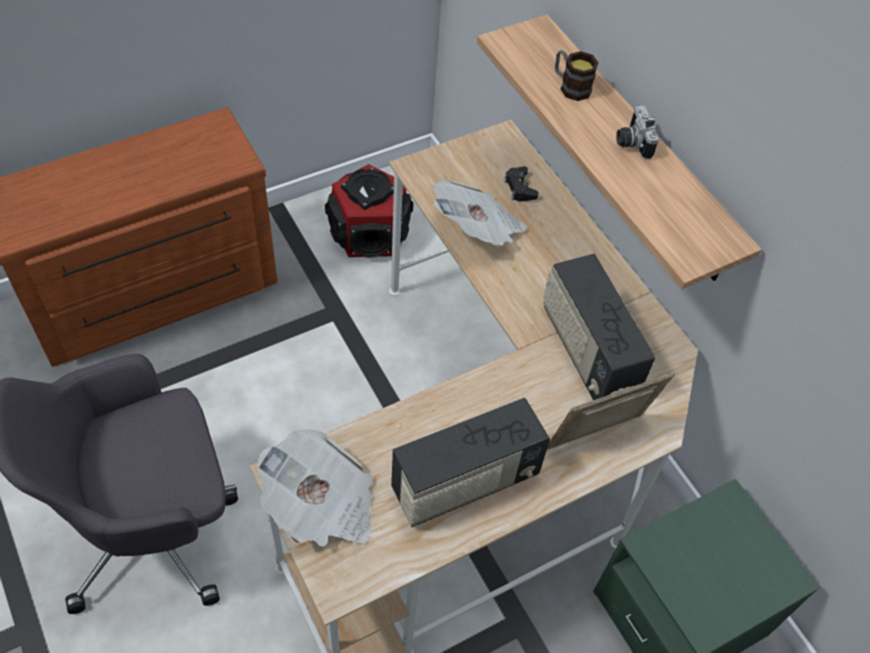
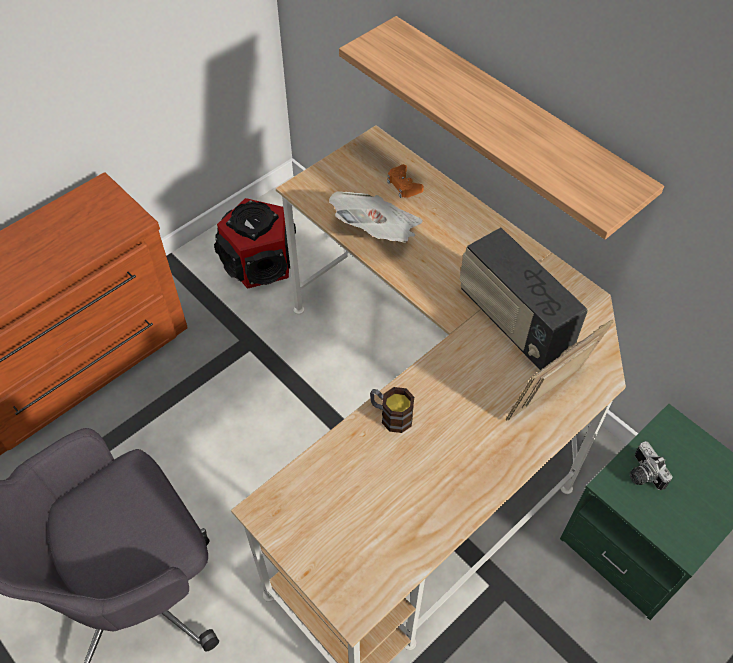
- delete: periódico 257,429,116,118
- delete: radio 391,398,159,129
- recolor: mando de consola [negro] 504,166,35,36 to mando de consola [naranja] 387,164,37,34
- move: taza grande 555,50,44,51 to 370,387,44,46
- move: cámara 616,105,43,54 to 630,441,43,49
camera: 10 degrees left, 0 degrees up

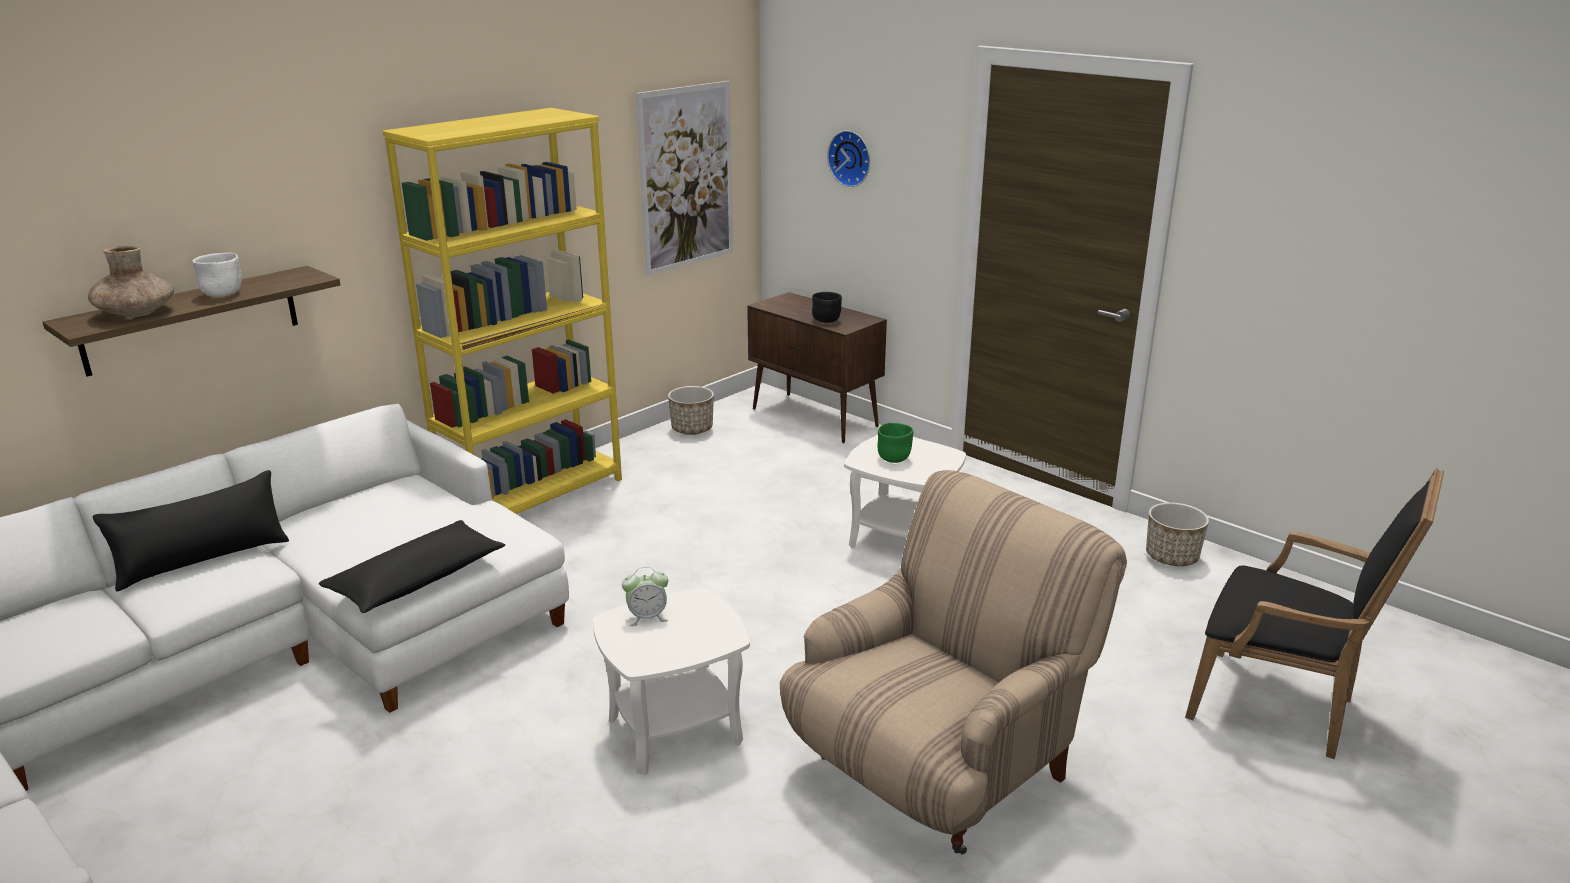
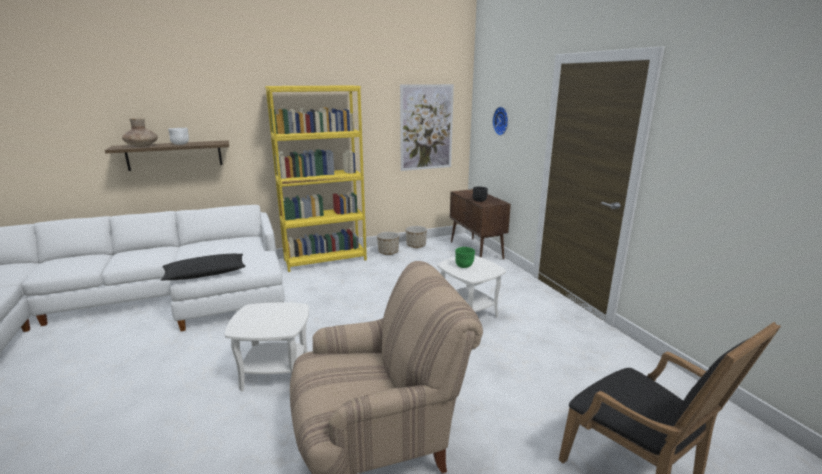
- delete: cojín [negro] 93,470,196,121
- delete: despertador 622,567,46,59
- move: maceta 1146,502,63,64 to 377,232,22,23
camera: 25 degrees right, 5 degrees down

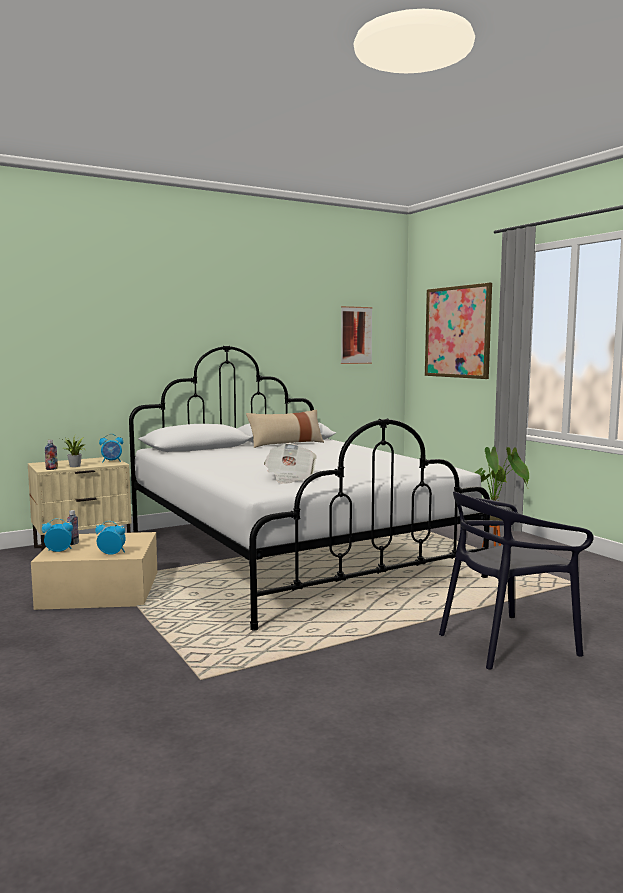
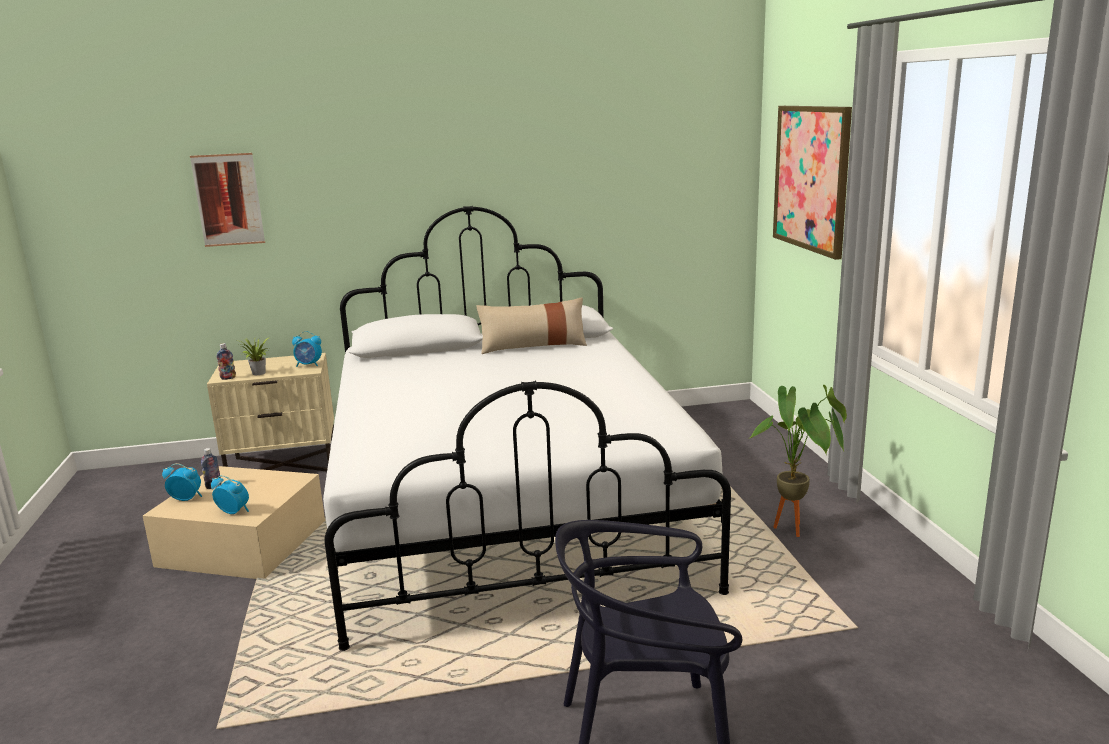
- delete: periódico 264,443,53,41
- move: cuadro 341,306,32,58 to 190,153,75,94
camera: 20 degrees right, 10 degrees up

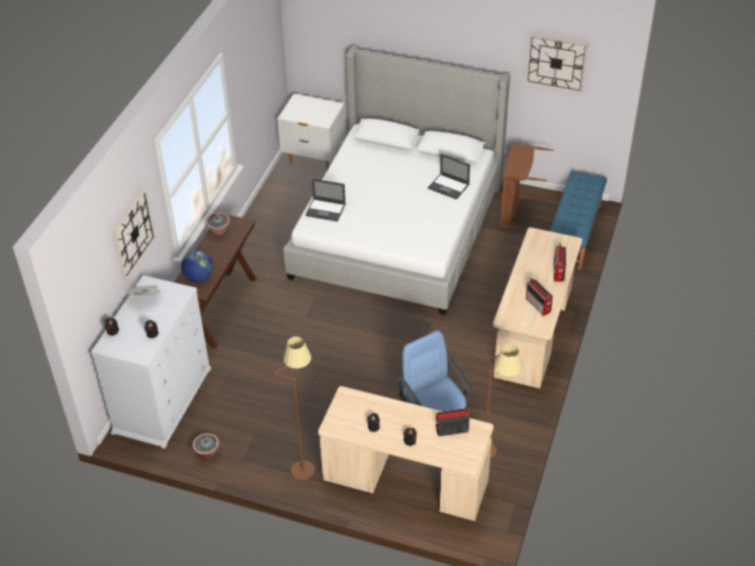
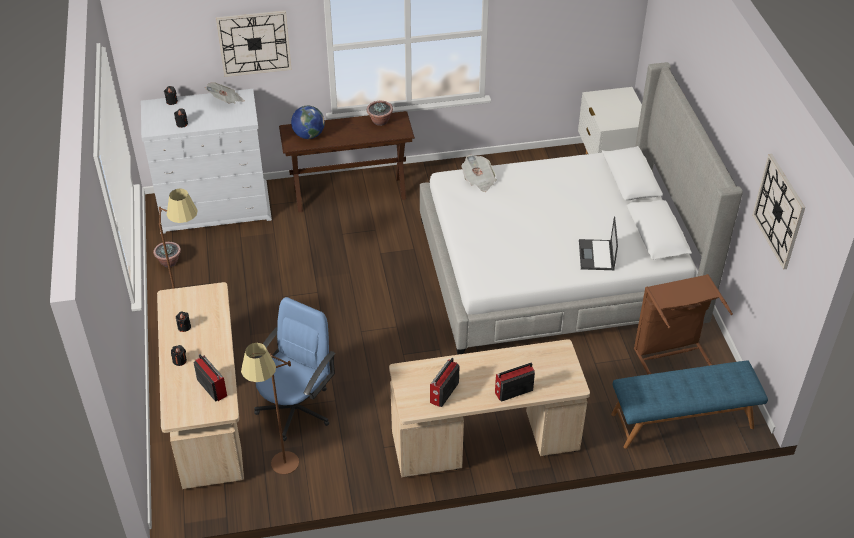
- replace: portátil 305,179,41,43 to periódico 461,155,36,37
camera: 60 degrees right, 0 degrees up

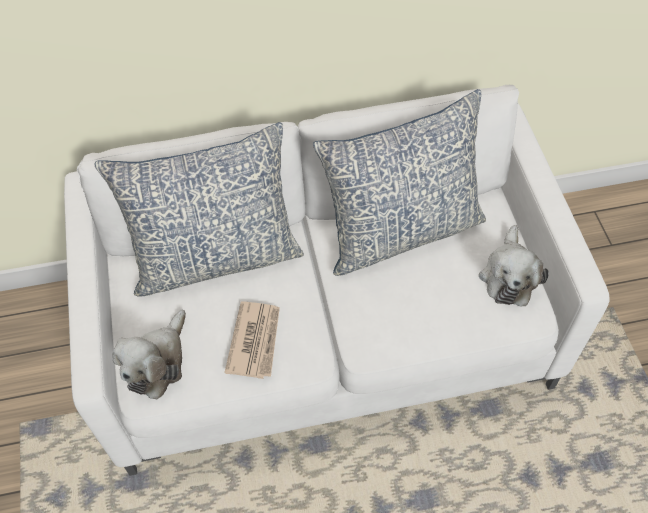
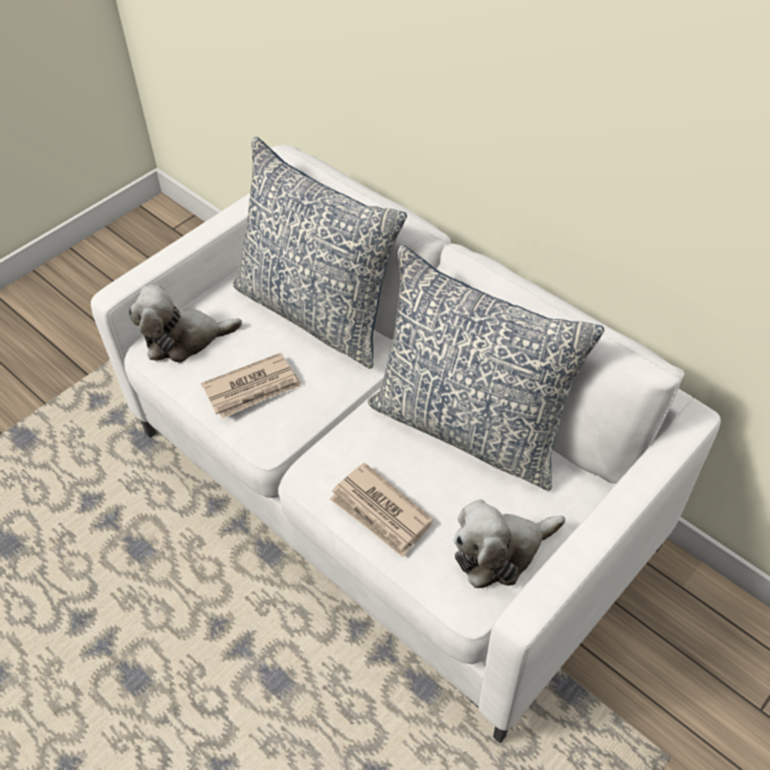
- insert: periódico 330,462,103,95
camera: 55 degrees right, 5 degrees down

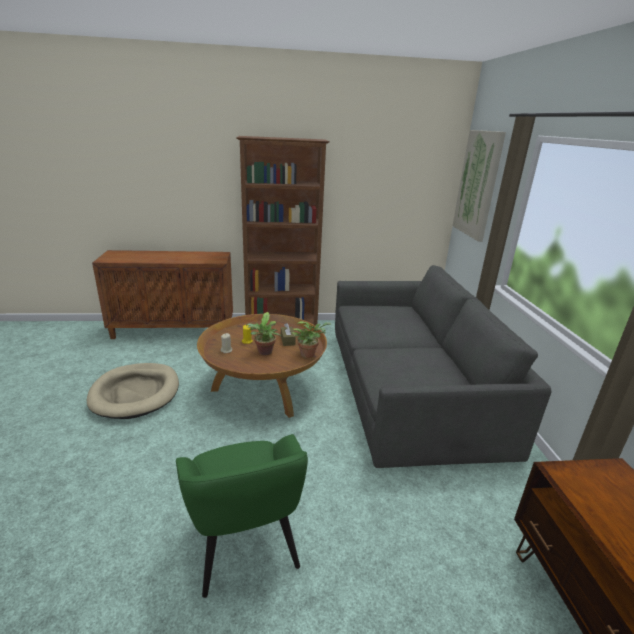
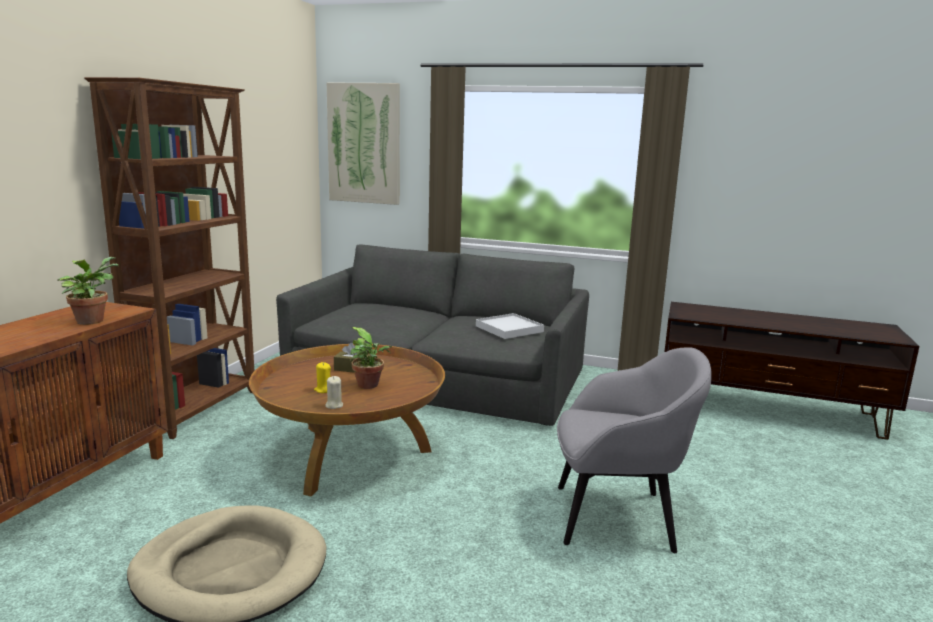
- recolor: sillón [verde] 176,434,132,164 to sillón [gris] 557,347,155,206
- move: planta en maceta 292,321,39,37 to 57,257,62,68
- insert: bandeja [blanco] 476,313,68,26
camera: 65 degrees left, 10 degrees down

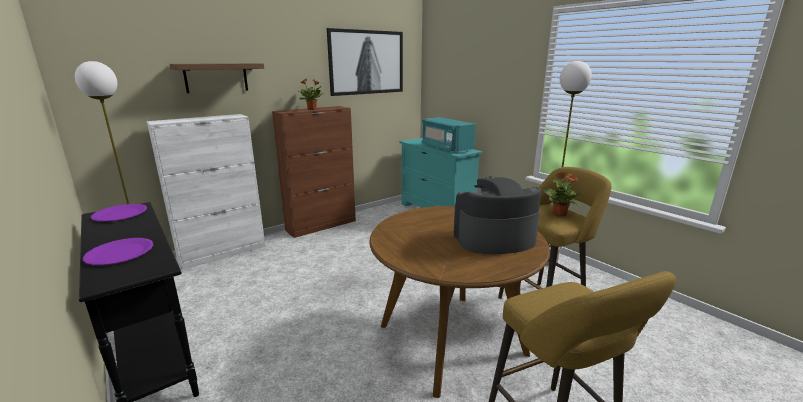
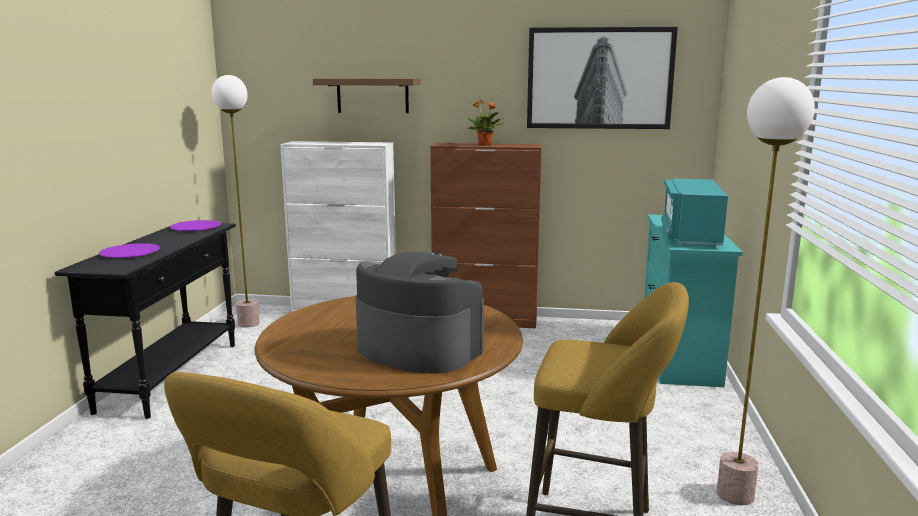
- delete: planta en maceta 542,172,40,44
camera: 45 degrees right, 5 degrees down

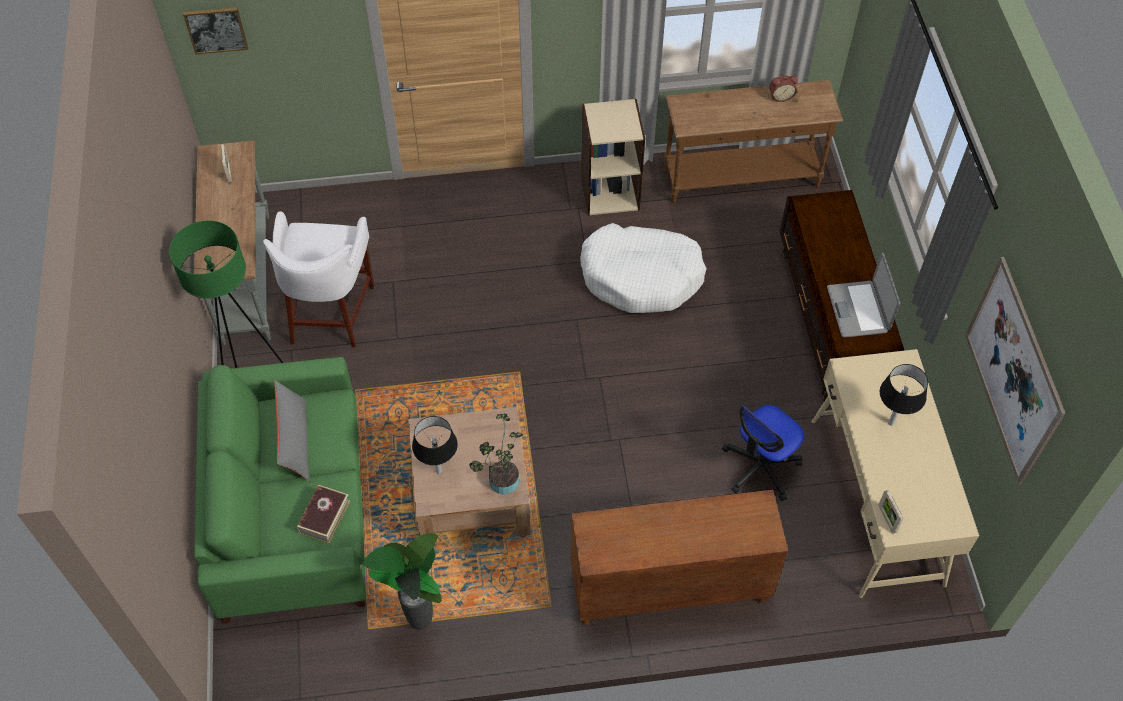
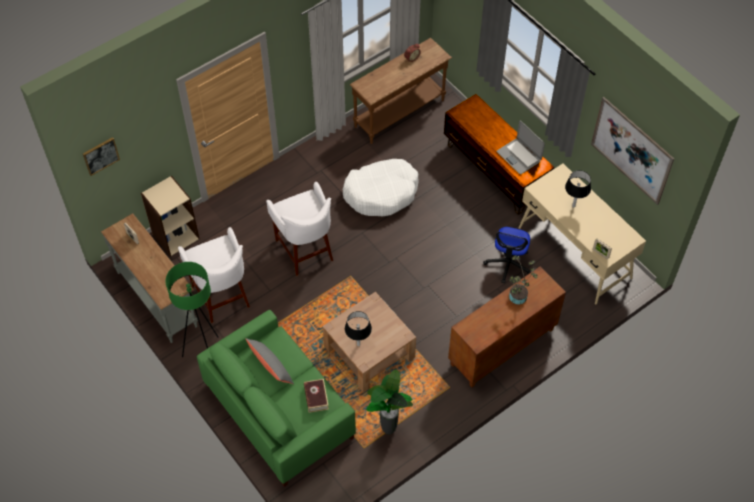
- move: planta en maceta 469,414,54,80 to 509,255,29,49
- move: estantería [beis] 581,99,64,117 to 141,176,59,80
- insert: taburete [blanco] 266,182,67,94
camera: 30 degrees left, 0 degrees up

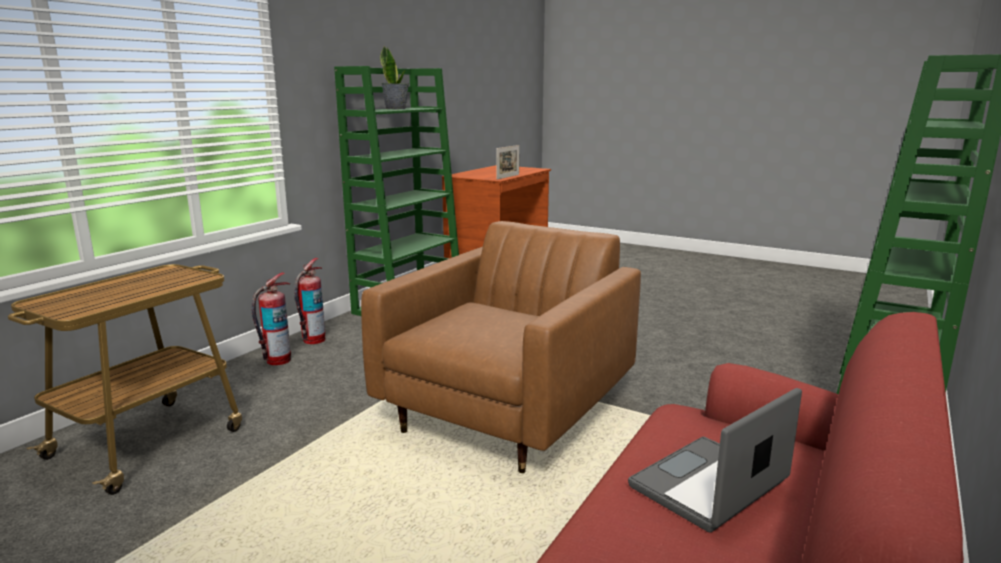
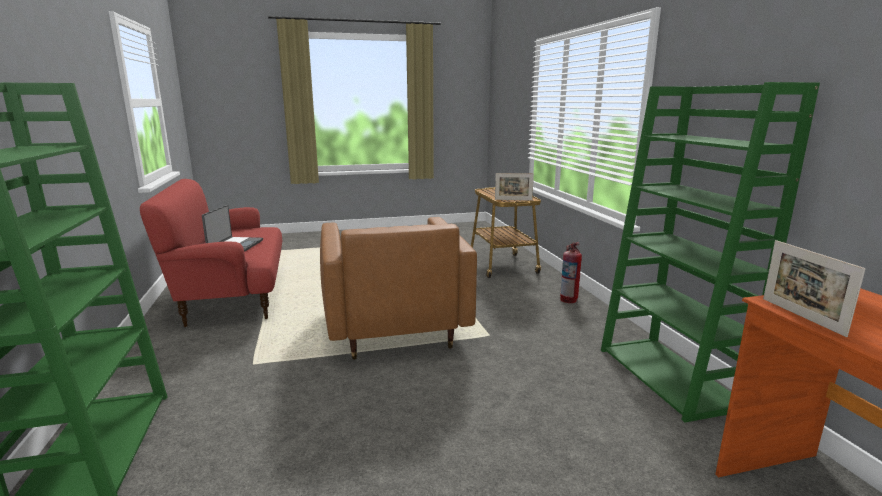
- delete: extintor 294,258,31,86
- delete: planta en maceta 380,46,29,63
- insert: portarretratos 495,173,39,27
camera: 135 degrees right, 0 degrees up

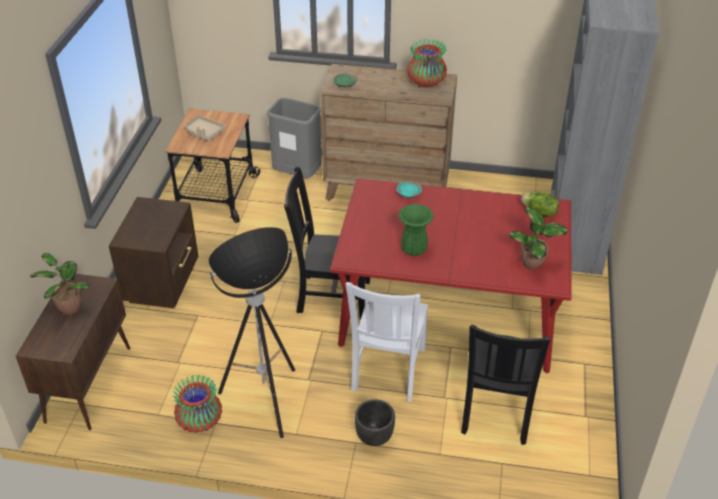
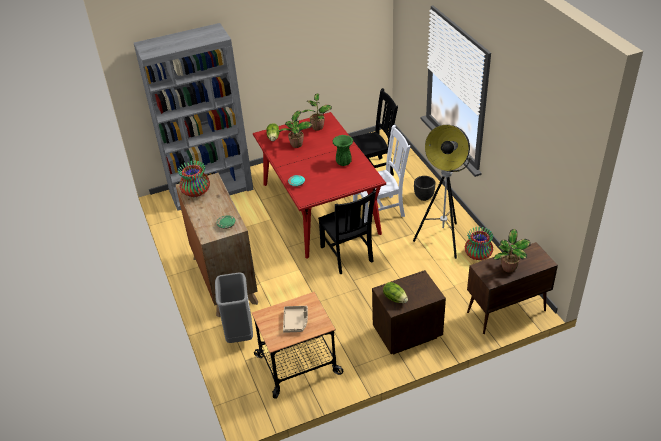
- insert: planta en maceta 277,111,35,37
- insert: lechuga 383,282,25,21
camera: 120 degrees left, 0 degrees up

